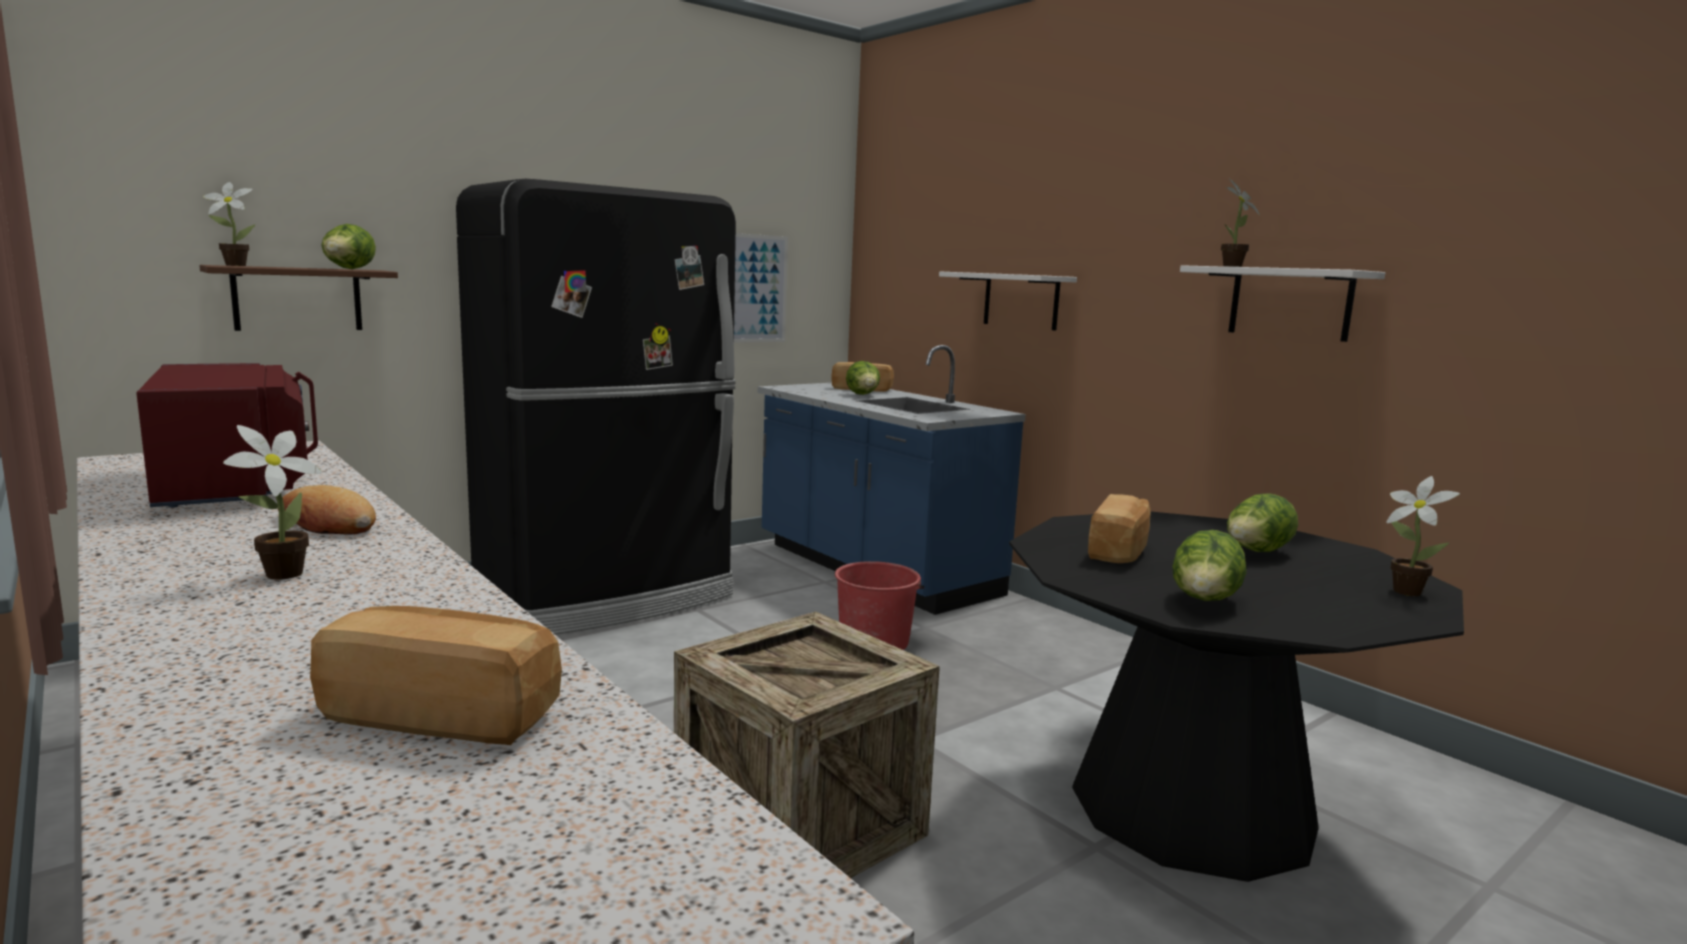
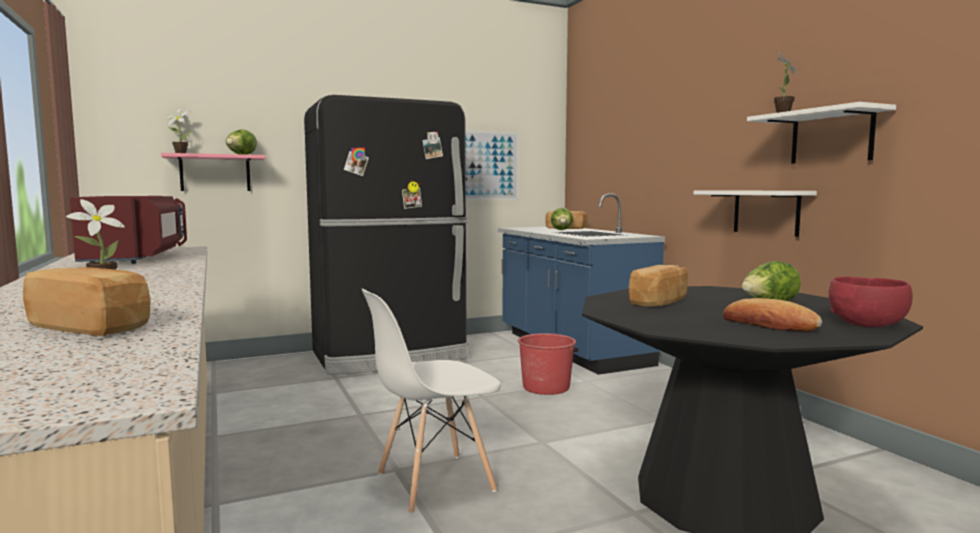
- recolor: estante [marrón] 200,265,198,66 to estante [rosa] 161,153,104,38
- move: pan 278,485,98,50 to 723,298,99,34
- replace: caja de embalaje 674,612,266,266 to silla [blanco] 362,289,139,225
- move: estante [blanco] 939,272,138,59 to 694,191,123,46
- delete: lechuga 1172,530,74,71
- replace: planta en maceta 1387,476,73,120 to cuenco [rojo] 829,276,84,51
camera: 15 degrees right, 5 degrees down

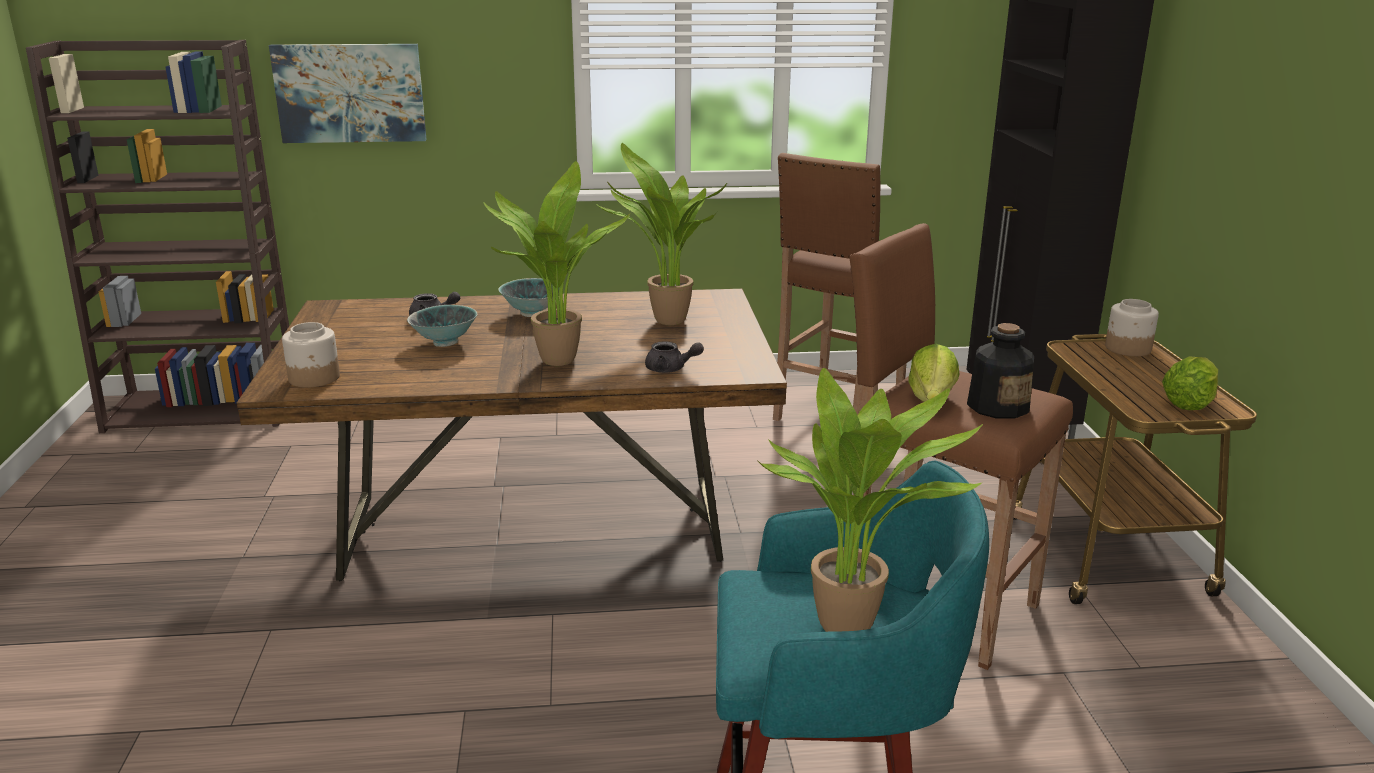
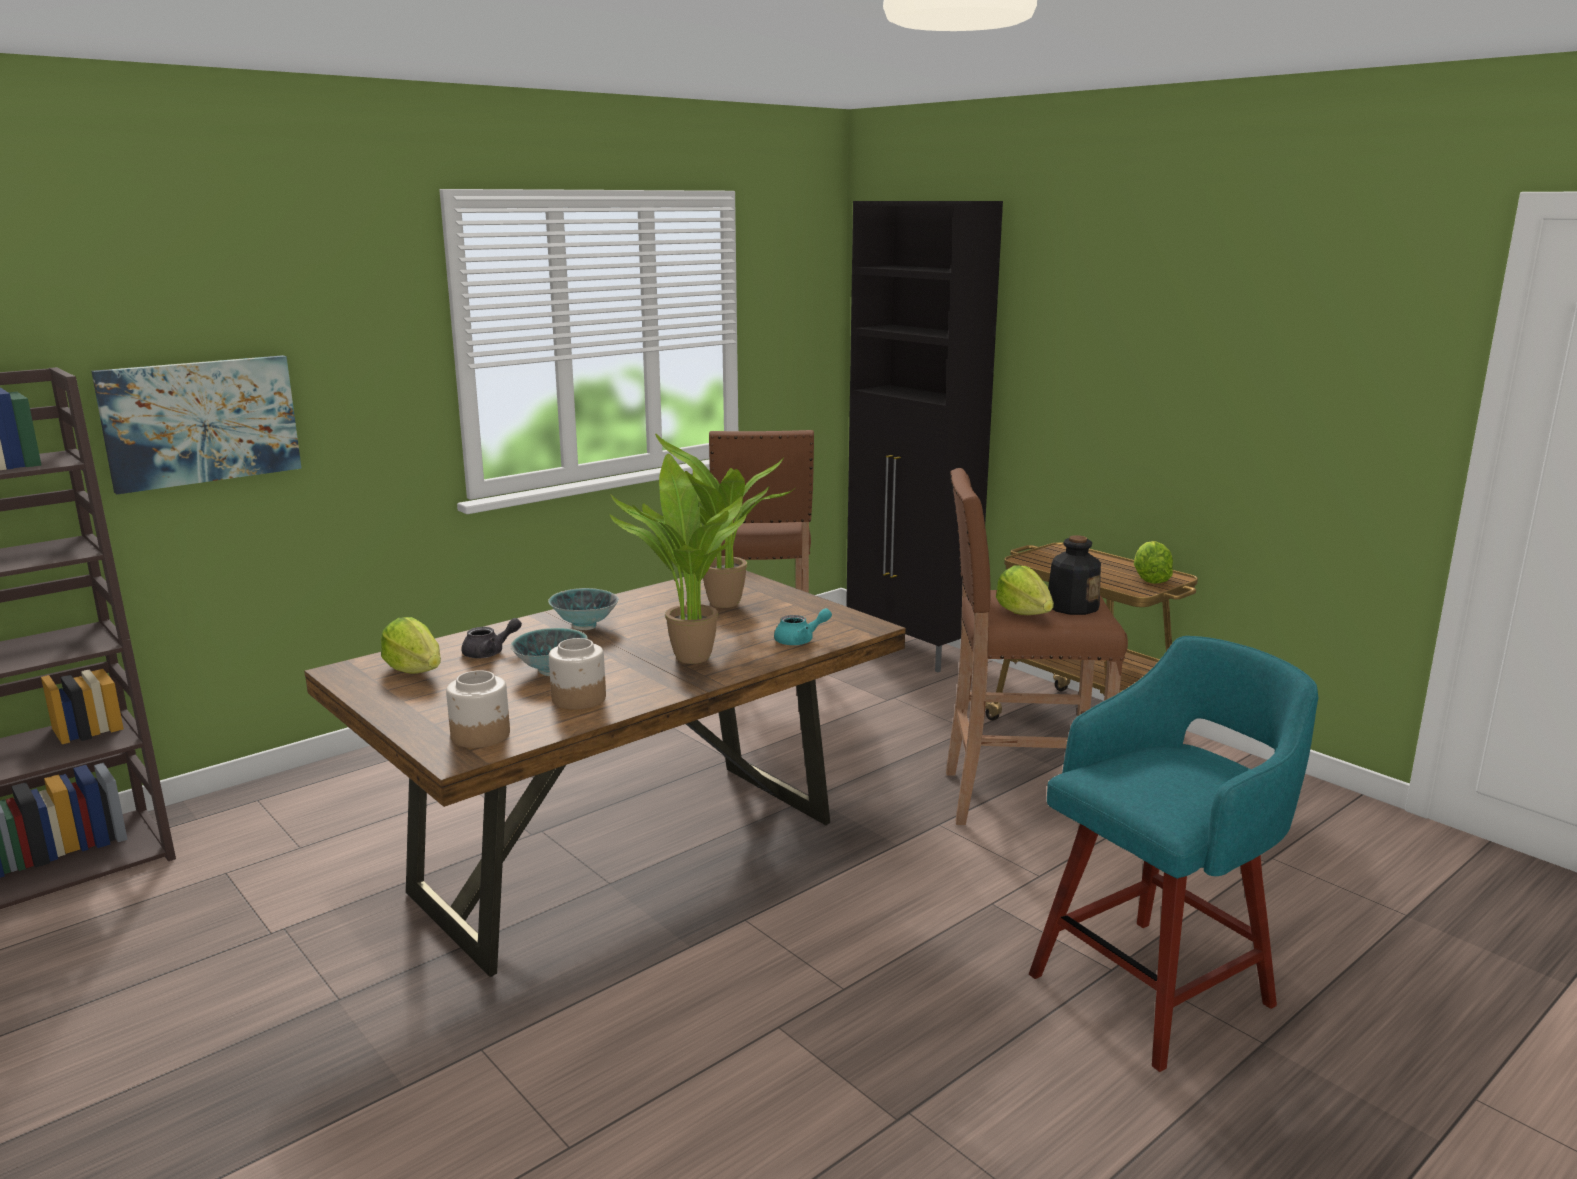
- recolor: tetera [gris] 645,341,59,32 to tetera [turquesa] 774,608,58,37
- delete: planta en maceta 757,368,226,264
- move: tarro 1105,299,54,57 to 549,638,57,71
- insert: lechuga 381,617,60,57
camera: 35 degrees left, 5 degrees down

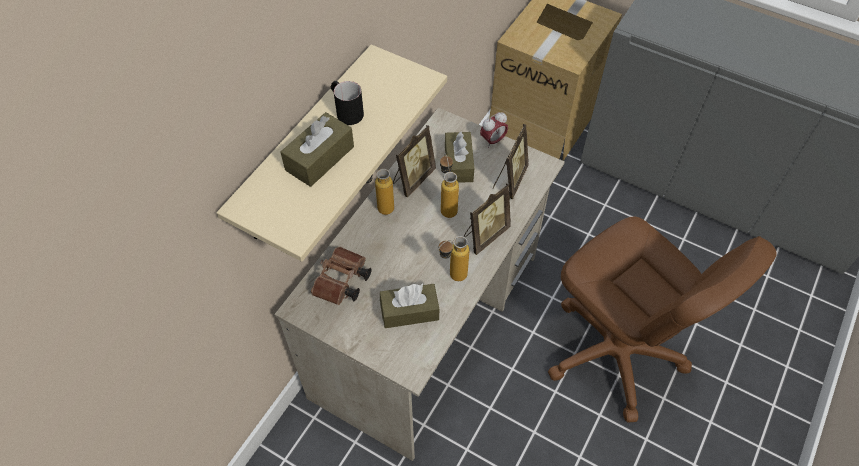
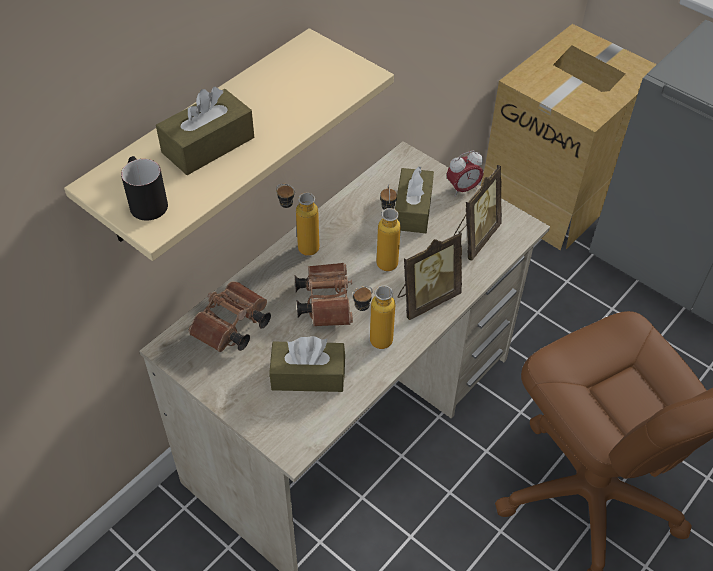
- move: taza grande [negro] 331,81,33,44 to 121,156,47,65
- delete: portarretratos 393,125,43,73
- insert: prismáticos [marrón] 295,263,58,64
camera: 10 degrees right, 5 degrees down

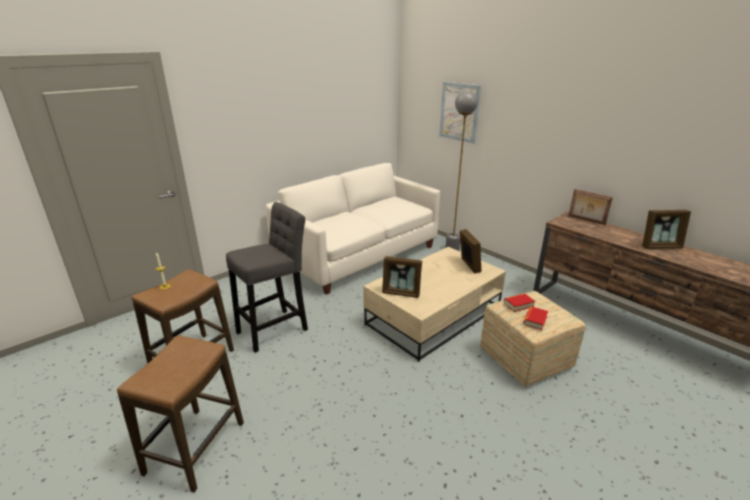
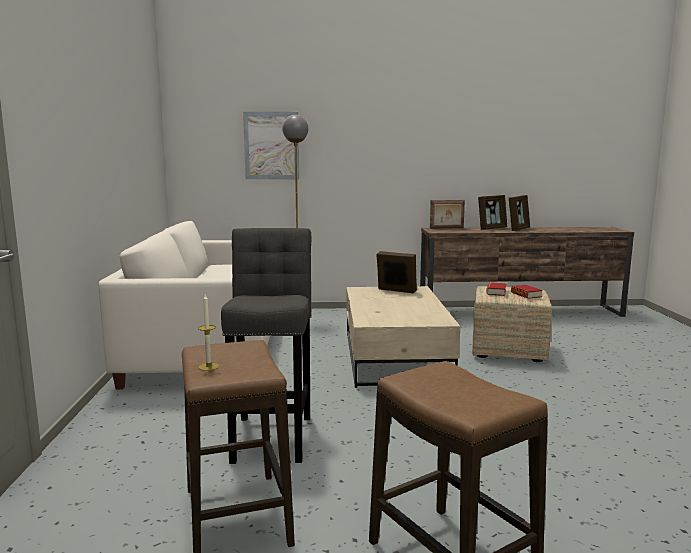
- move: portarretratos 382,256,40,42 to 478,195,29,35
camera: 50 degrees left, 15 degrees down

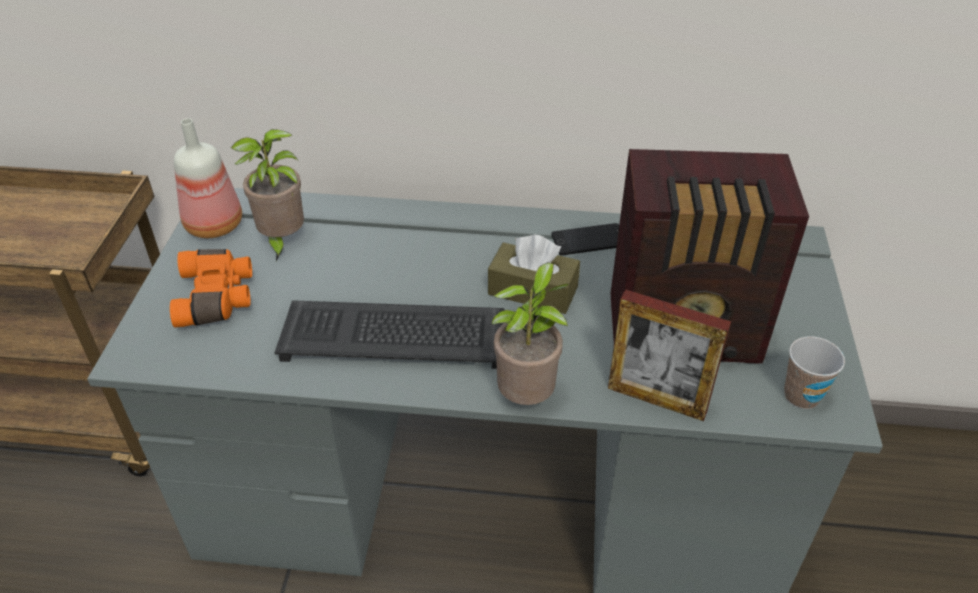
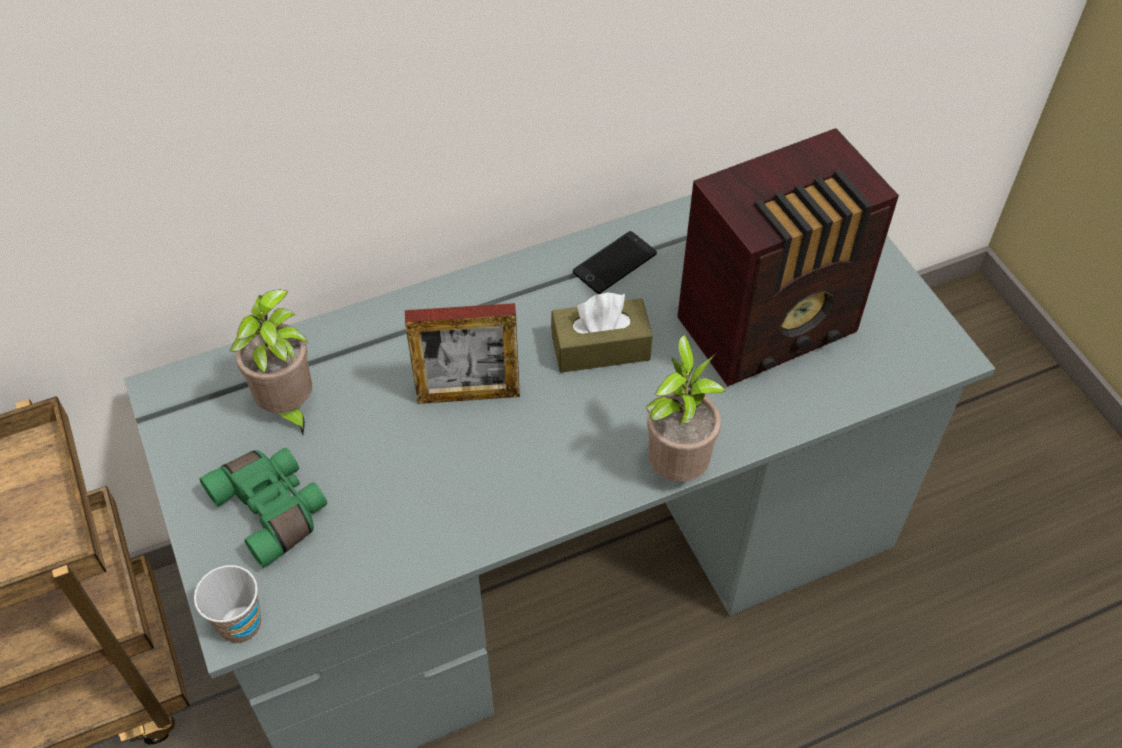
- recolor: prismáticos [naranja] 170,249,82,78 to prismáticos [verde] 200,448,127,120
- delete: botella 174,118,68,120
- delete: teclado 274,300,231,69
- move: portarretratos 608,289,123,132 to 405,303,115,101
- move: taza 784,336,61,73 to 194,565,67,78
camera: 30 degrees left, 10 degrees up

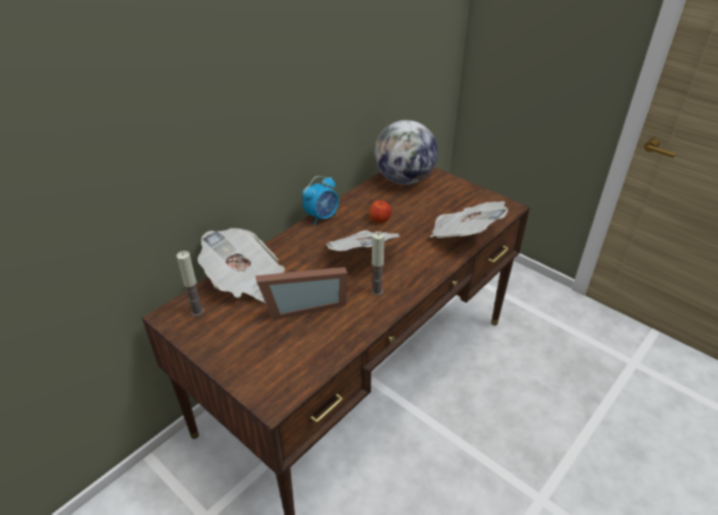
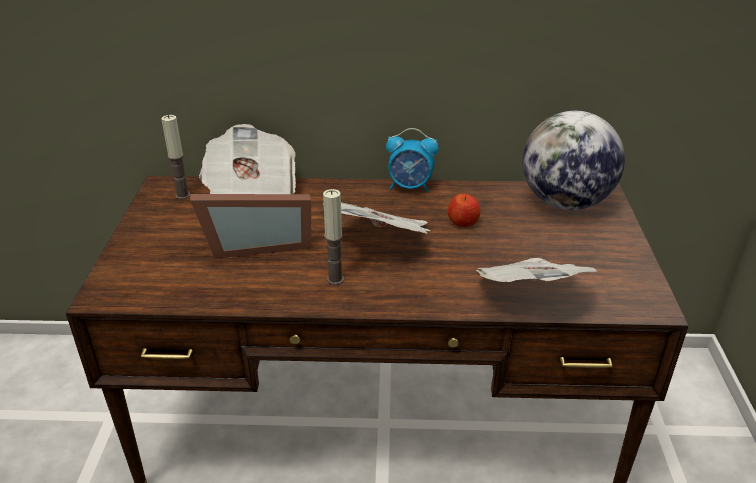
- rotate: portarretratos 255,267,92,53 = 190,194,121,65 45 degrees counterclockwise
camera: 50 degrees right, 5 degrees down

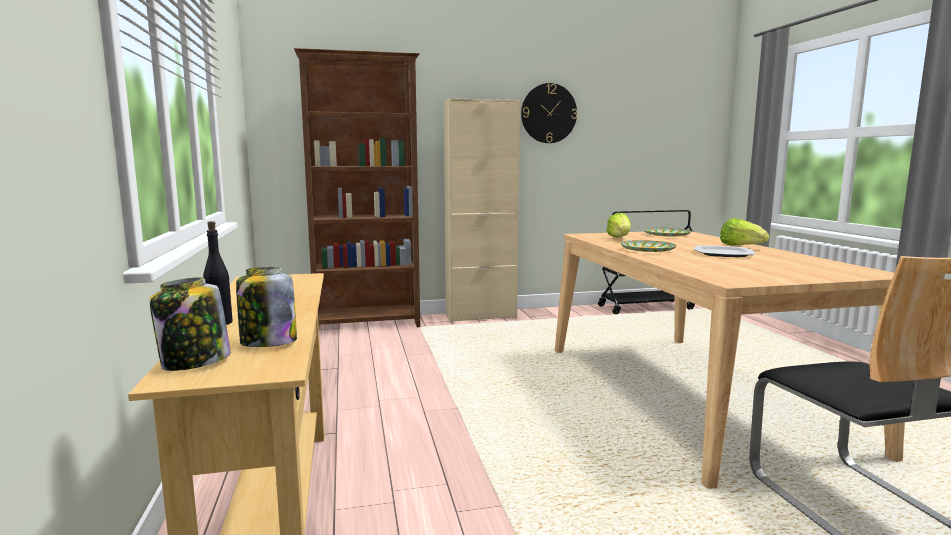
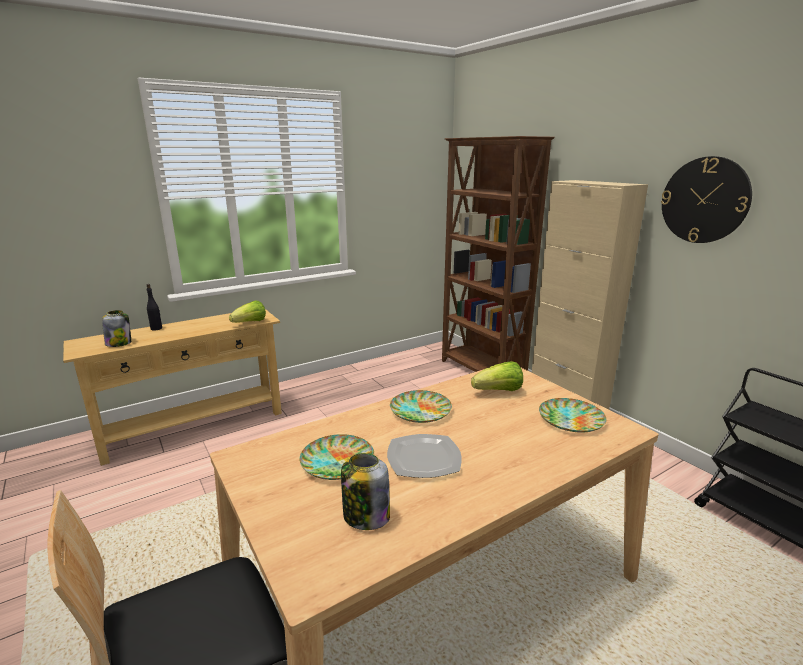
- move: tarro 149,277,82,94 to 341,453,49,77
- move: lechuga 720,218,49,28 to 229,300,37,23
- insert: plato 299,434,75,46
camera: 70 degrees right, 10 degrees up

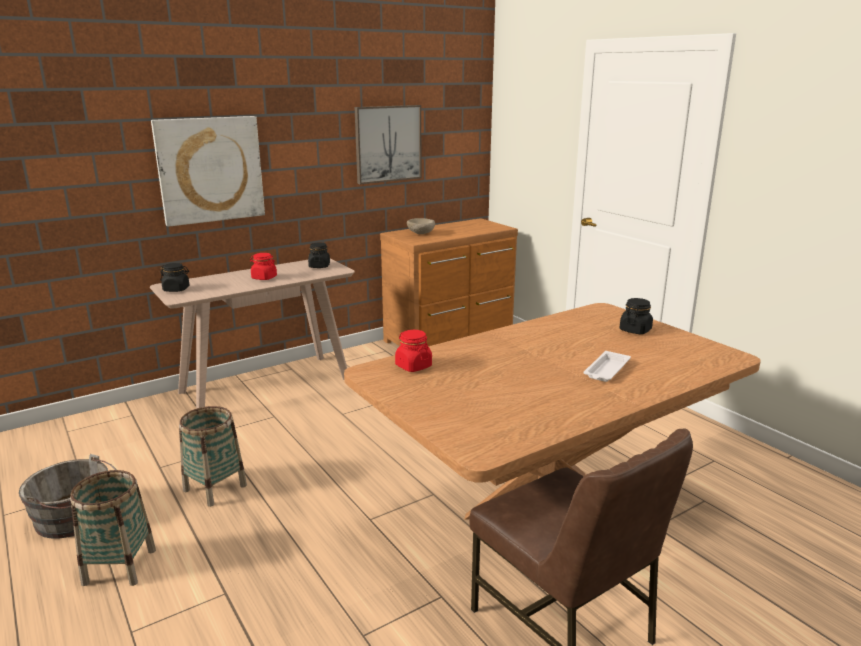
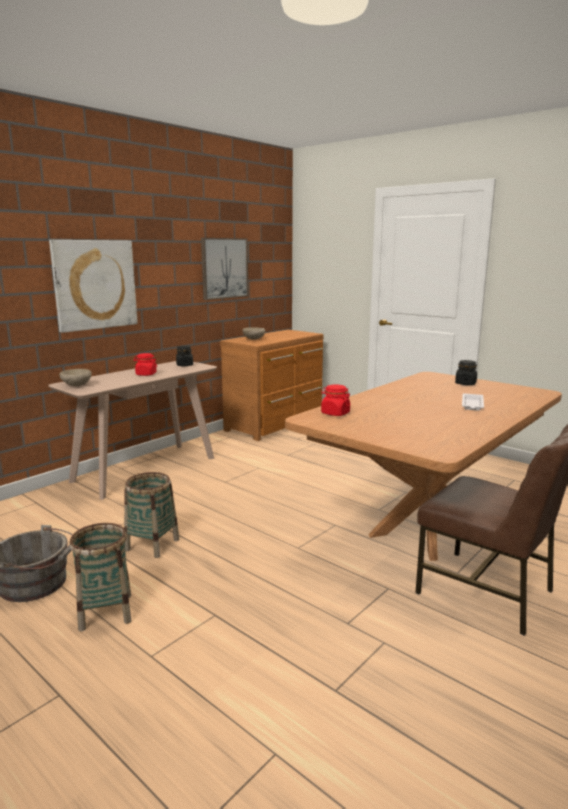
- replace: tarro [negro] 160,263,29,29 to cuenco [beis] 59,369,33,17
camera: 15 degrees left, 5 degrees down

